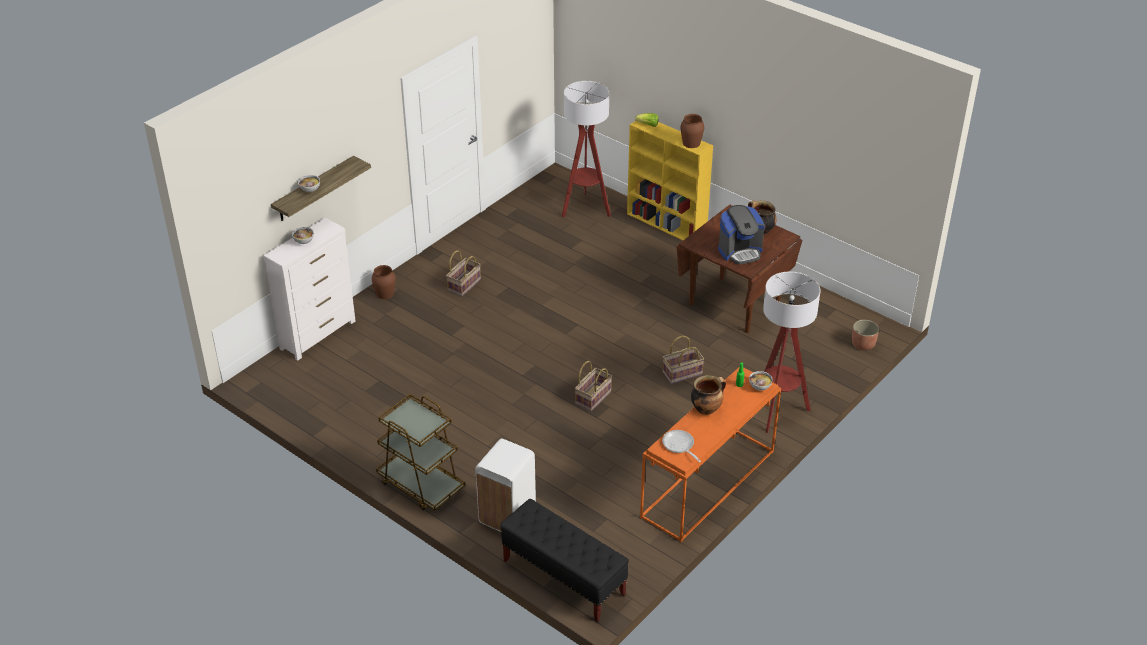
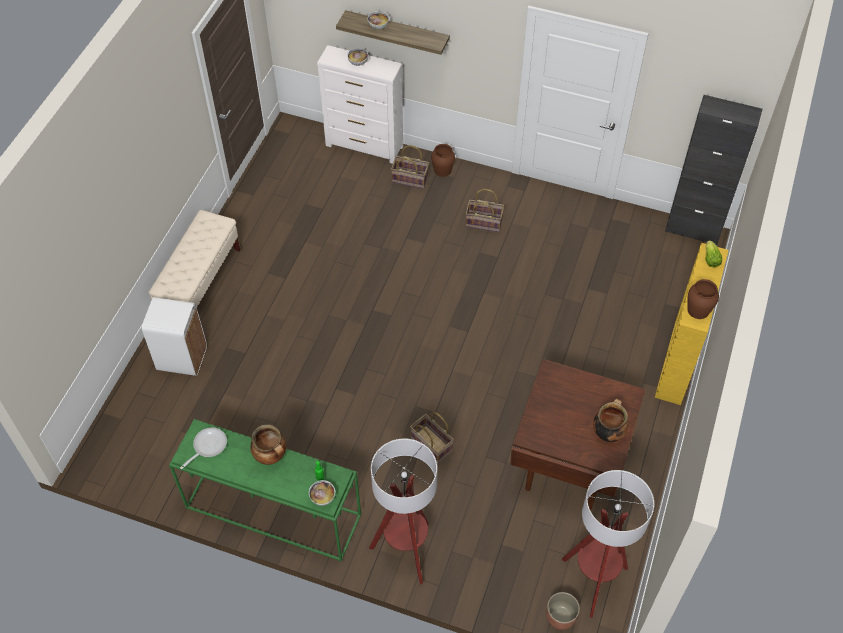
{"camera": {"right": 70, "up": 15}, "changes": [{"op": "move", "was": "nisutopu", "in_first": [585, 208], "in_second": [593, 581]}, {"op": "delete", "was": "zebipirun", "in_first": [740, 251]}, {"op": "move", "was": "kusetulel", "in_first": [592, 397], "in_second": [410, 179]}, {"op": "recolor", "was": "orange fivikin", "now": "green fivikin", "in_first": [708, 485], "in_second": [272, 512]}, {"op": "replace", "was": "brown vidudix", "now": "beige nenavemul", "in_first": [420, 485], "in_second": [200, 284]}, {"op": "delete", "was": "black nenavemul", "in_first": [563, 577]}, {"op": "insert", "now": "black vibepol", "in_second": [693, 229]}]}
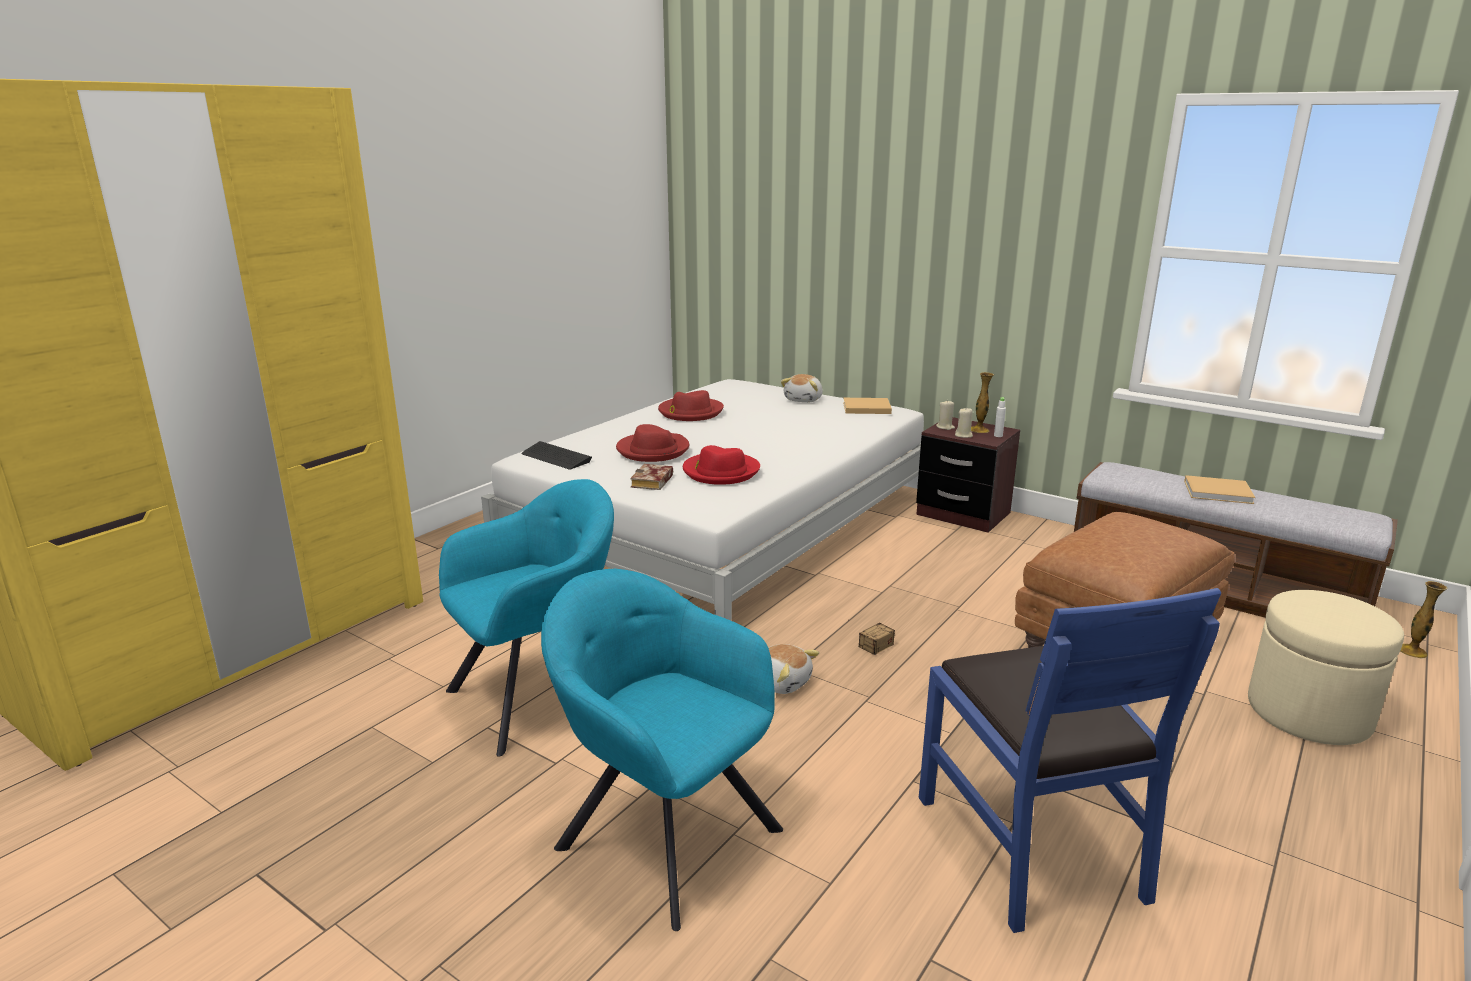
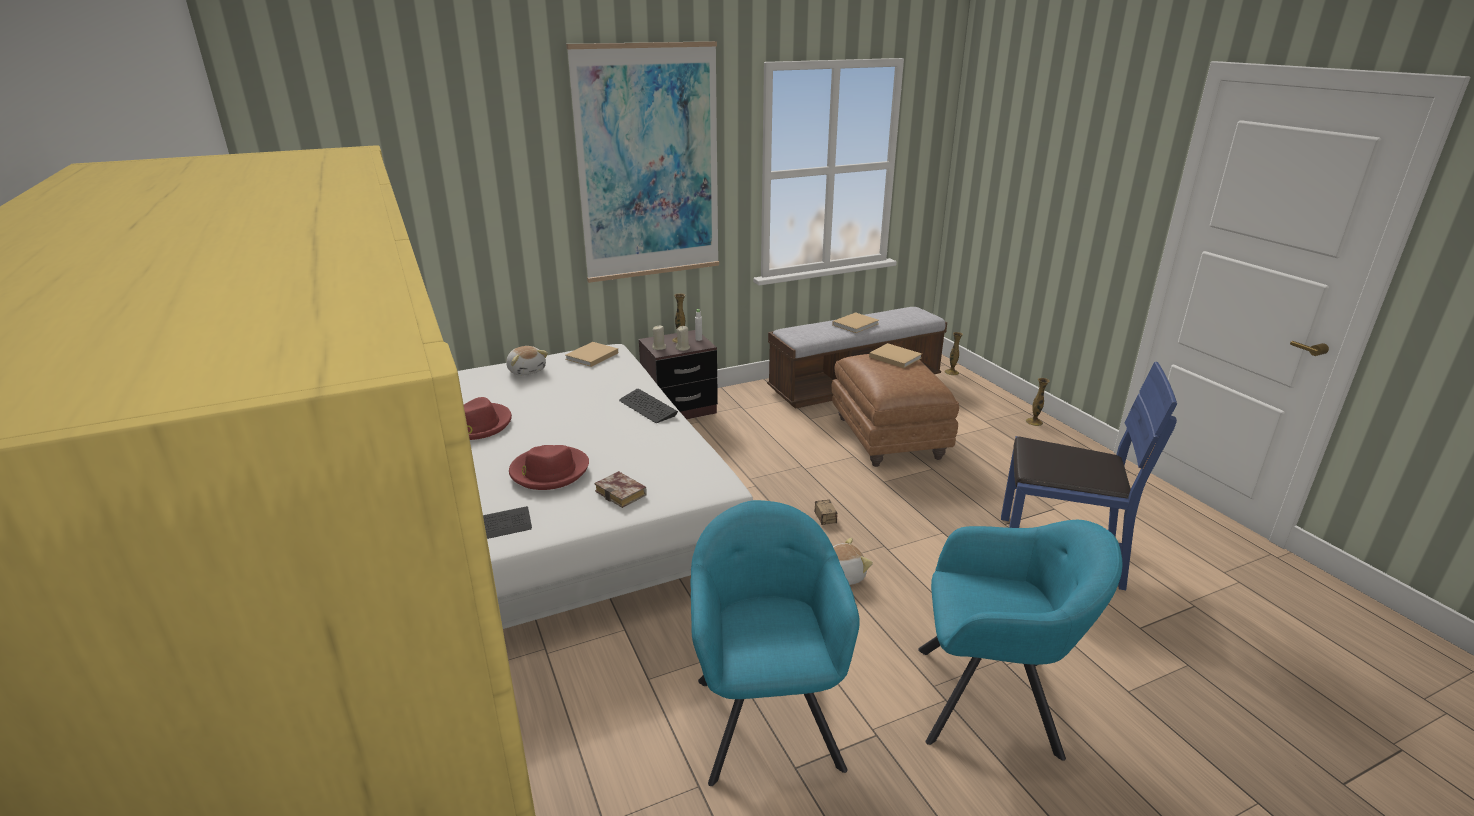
{"camera": {"right": -60, "up": 5}, "changes": [{"op": "delete", "was": "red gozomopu", "in_first": [720, 472]}, {"op": "rotate", "was": "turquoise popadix", "in_first": [662, 834], "in_second": [994, 700], "clockwise": -150}, {"op": "delete", "was": "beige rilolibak", "in_first": [1308, 712]}, {"op": "insert", "now": "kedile", "in_second": [649, 164]}, {"op": "insert", "now": "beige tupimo", "in_second": [894, 357]}, {"op": "insert", "now": "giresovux", "in_second": [1034, 422]}, {"op": "insert", "now": "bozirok", "in_second": [647, 407]}]}
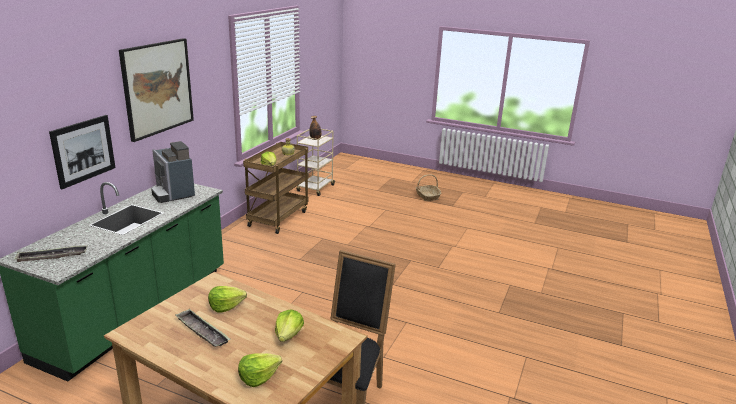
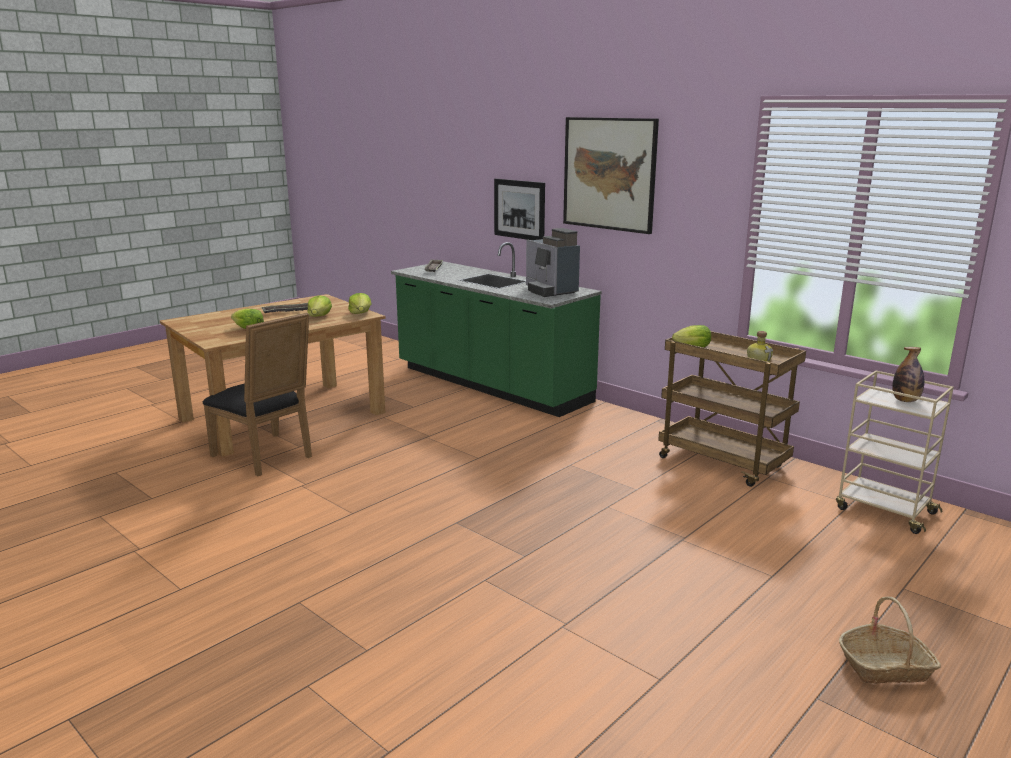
{"camera": {"right": 110, "up": -5}, "changes": [{"op": "rotate", "was": "zebipirun", "in_first": [173, 193], "in_second": [550, 291], "clockwise": -105}, {"op": "move", "was": "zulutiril", "in_first": [258, 377], "in_second": [360, 313]}]}
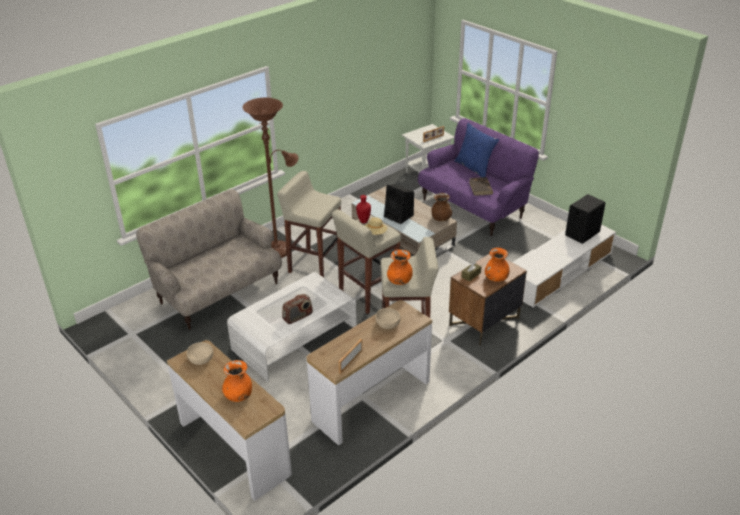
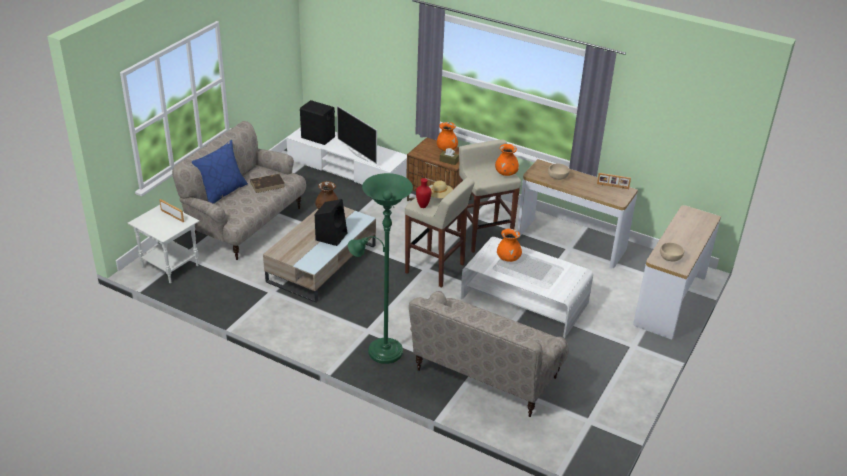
{"camera": {"right": -110, "up": 0}, "changes": [{"op": "recolor", "was": "brown nisutopu", "now": "green nisutopu", "in_first": [280, 249], "in_second": [381, 350]}, {"op": "recolor", "was": "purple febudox", "now": "beige febudox", "in_first": [473, 208], "in_second": [246, 224]}, {"op": "delete", "was": "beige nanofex", "in_first": [314, 265]}, {"op": "delete", "was": "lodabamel", "in_first": [298, 317]}, {"op": "move", "was": "orange giresovux", "in_first": [239, 396], "in_second": [508, 258]}, {"op": "insert", "now": "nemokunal", "in_second": [359, 155]}]}
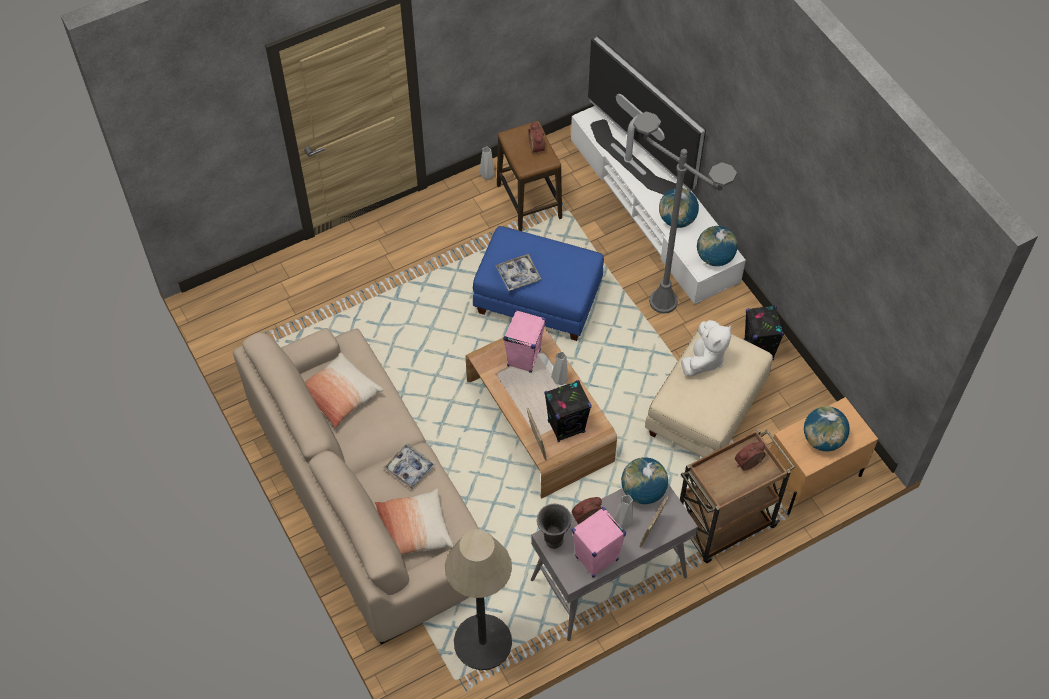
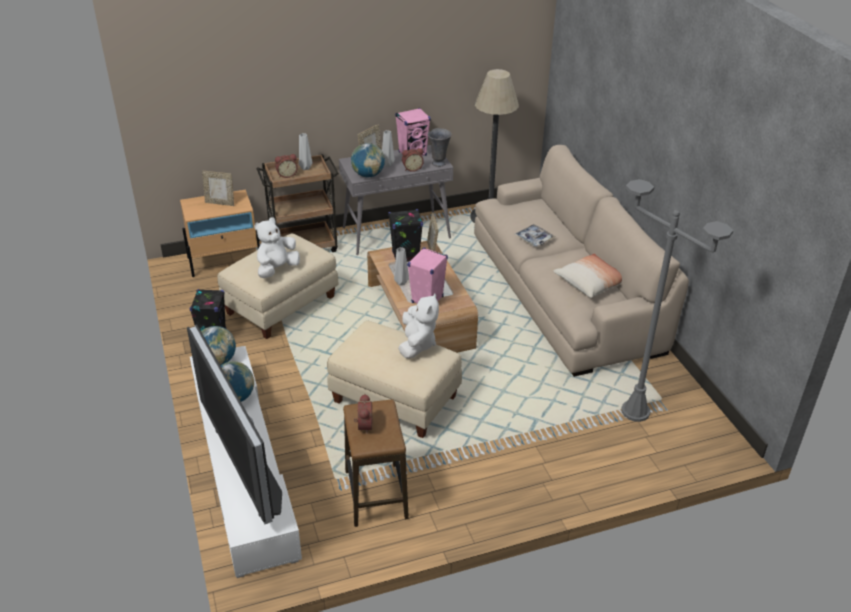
{"camera": {"right": -170, "up": -20}, "changes": [{"op": "move", "was": "grey nisutopu", "in_first": [663, 302], "in_second": [635, 411]}, {"op": "move", "was": "grey giresovux", "in_first": [488, 176], "in_second": [305, 168]}, {"op": "recolor", "was": "blue rilolibak", "now": "beige rilolibak", "in_first": [539, 300], "in_second": [394, 400]}, {"op": "replace", "was": "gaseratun", "now": "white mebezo", "in_first": [518, 275], "in_second": [417, 344]}, {"op": "replace", "was": "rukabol", "now": "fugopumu", "in_first": [822, 440], "in_second": [220, 203]}, {"op": "delete", "was": "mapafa", "in_first": [414, 530]}]}
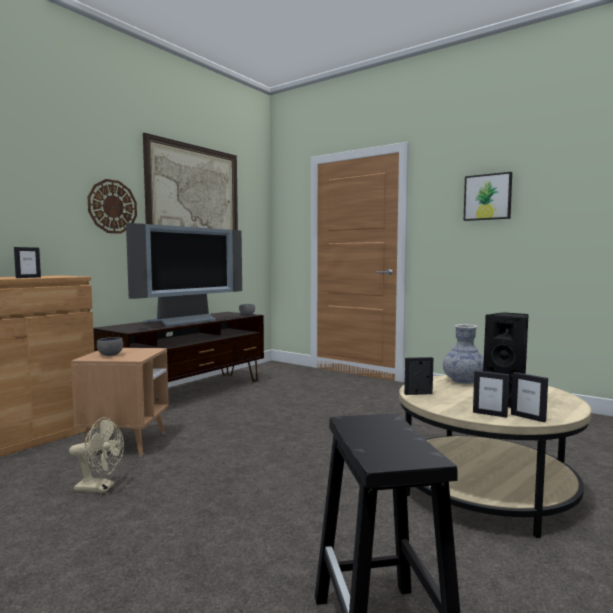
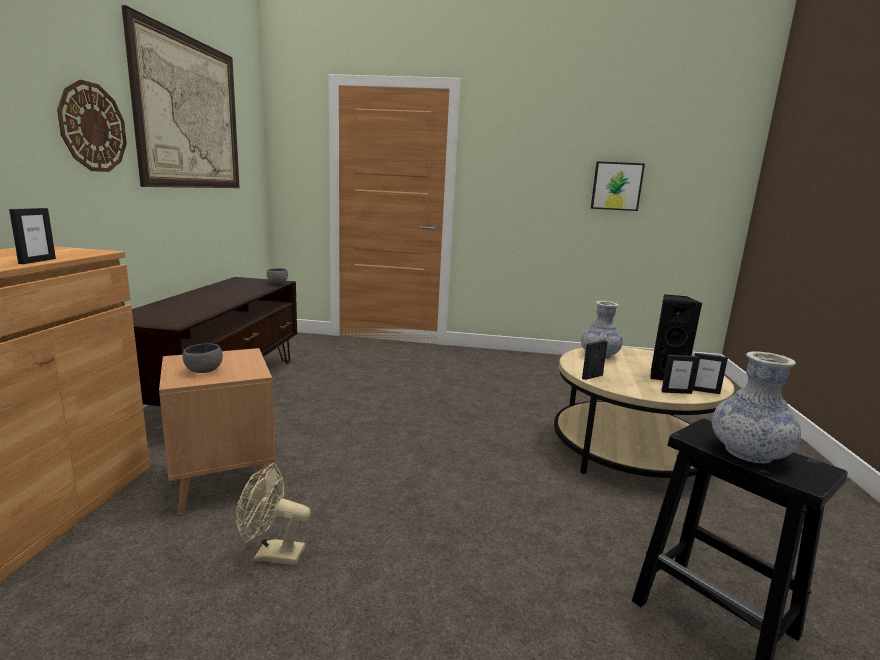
{"camera": {"right": -30, "up": 10}, "changes": [{"op": "move", "was": "kedile", "in_first": [487, 197], "in_second": [616, 186]}, {"op": "delete", "was": "nemokunal", "in_first": [183, 321]}, {"op": "rotate", "was": "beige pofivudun", "in_first": [100, 488], "in_second": [271, 554], "clockwise": -150}, {"op": "insert", "now": "giresovux", "in_second": [748, 453]}]}
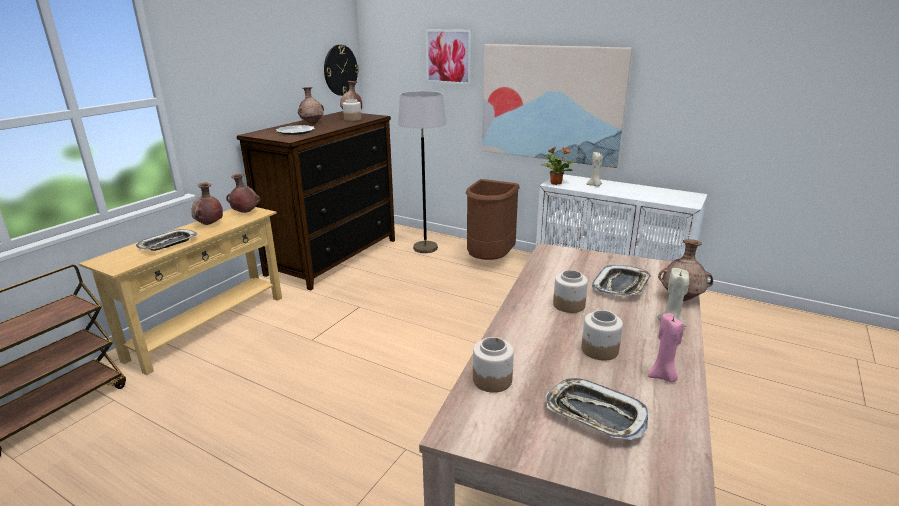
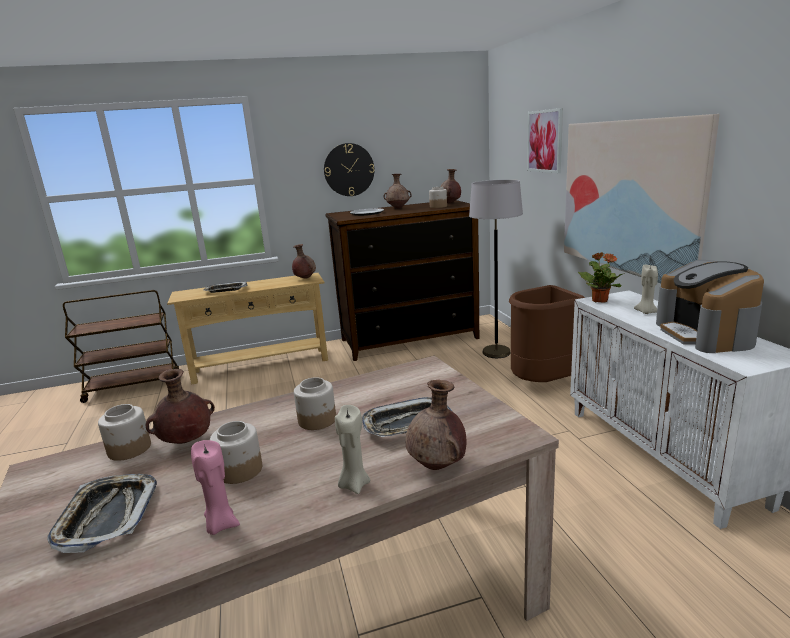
{"camera": {"right": 45, "up": -5}, "changes": [{"op": "move", "was": "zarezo", "in_first": [340, 70], "in_second": [349, 170]}, {"op": "move", "was": "brown giresovux", "in_first": [209, 224], "in_second": [186, 442]}, {"op": "insert", "now": "zebipirun", "in_second": [705, 334]}]}
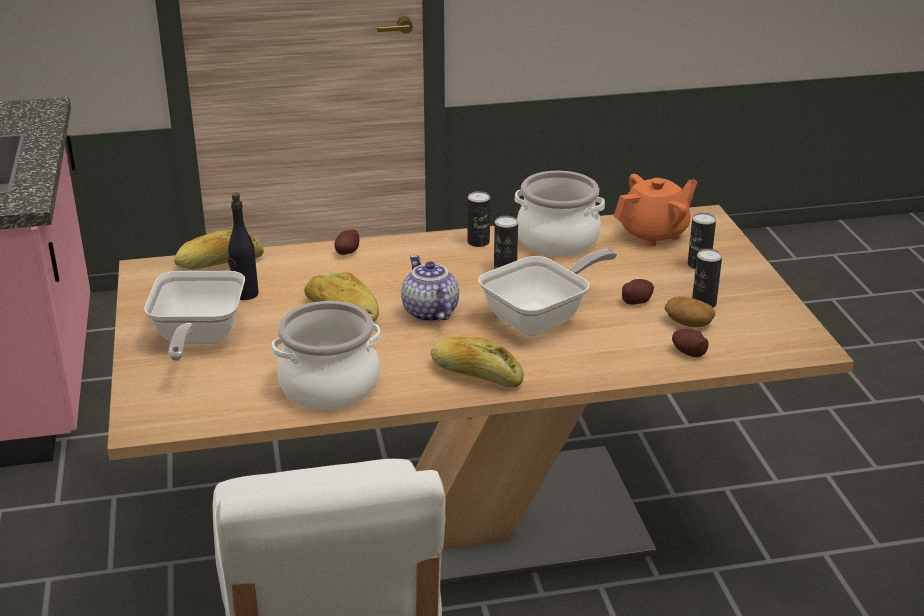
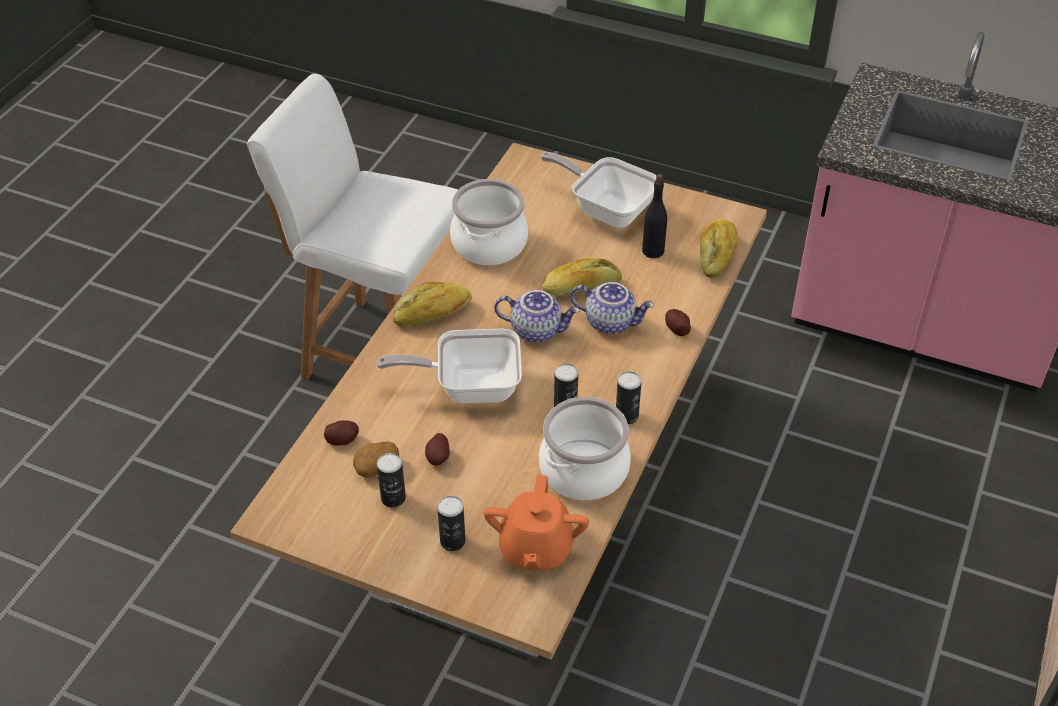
{"camera": {"right": 125, "up": 15}, "changes": [{"op": "rotate", "was": "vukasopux", "in_first": [542, 318], "in_second": [469, 386], "clockwise": 90}, {"op": "insert", "now": "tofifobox", "in_second": [611, 322]}]}
